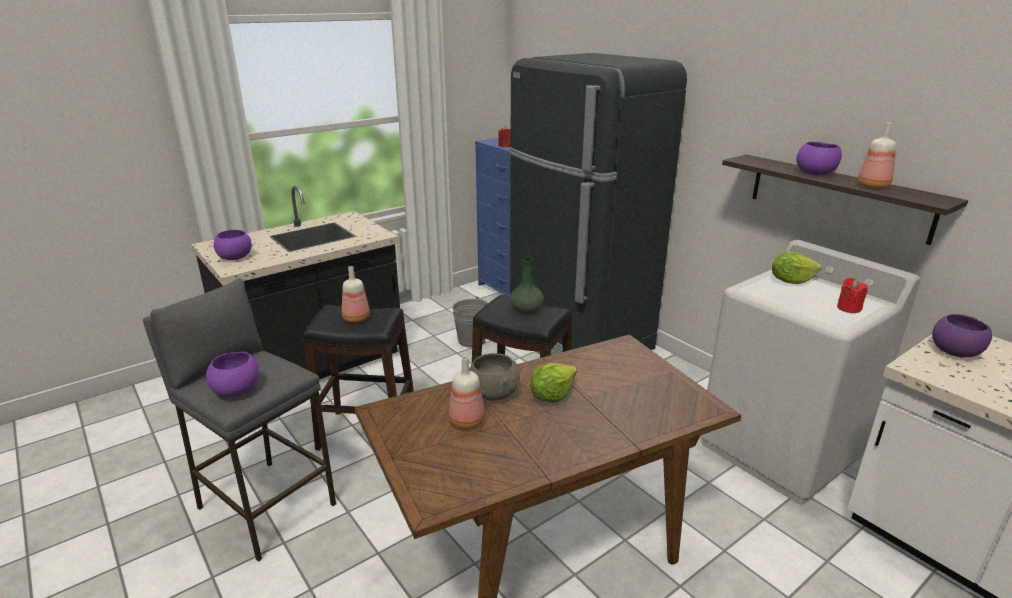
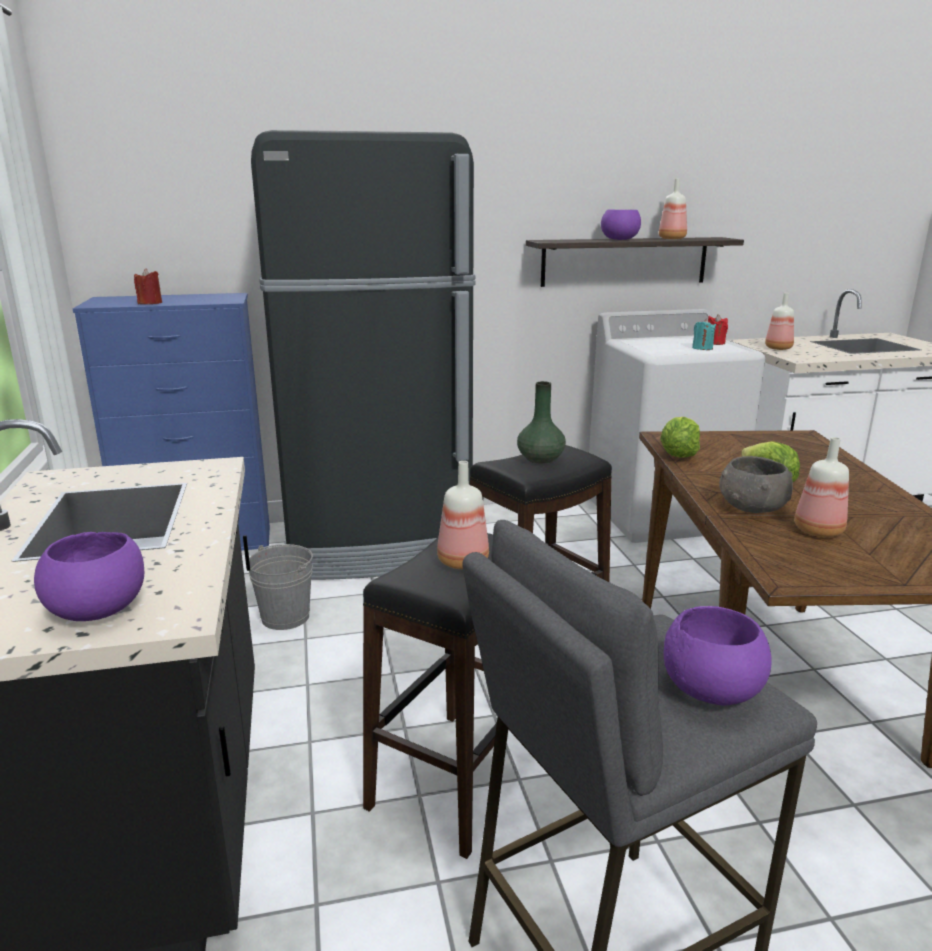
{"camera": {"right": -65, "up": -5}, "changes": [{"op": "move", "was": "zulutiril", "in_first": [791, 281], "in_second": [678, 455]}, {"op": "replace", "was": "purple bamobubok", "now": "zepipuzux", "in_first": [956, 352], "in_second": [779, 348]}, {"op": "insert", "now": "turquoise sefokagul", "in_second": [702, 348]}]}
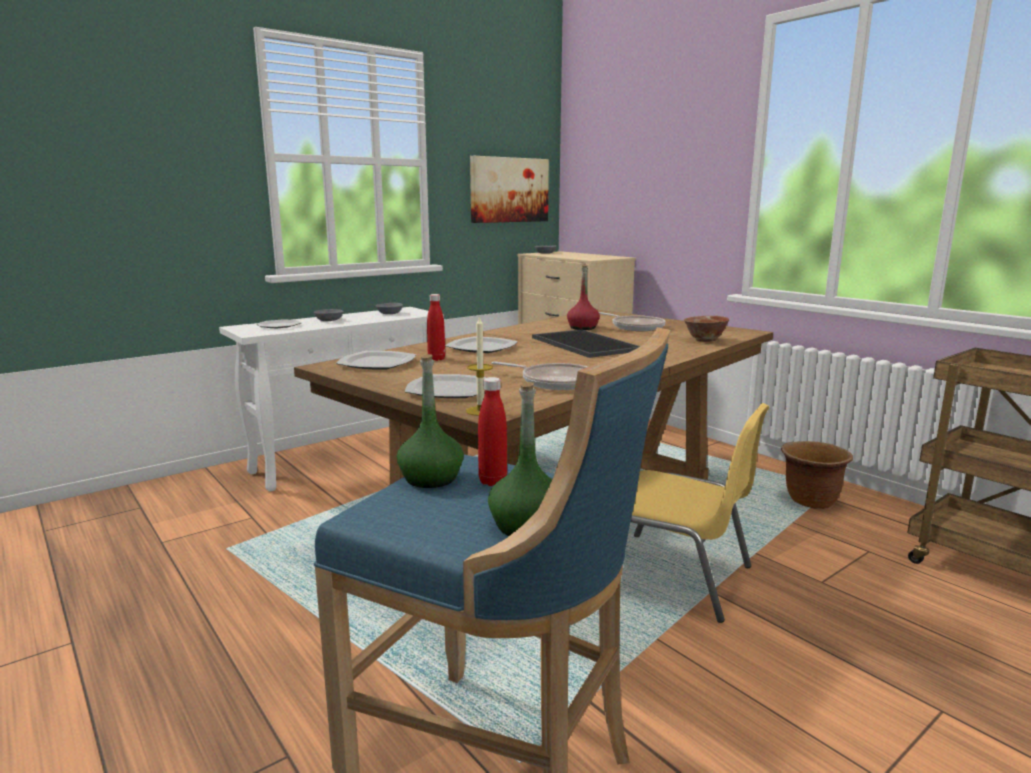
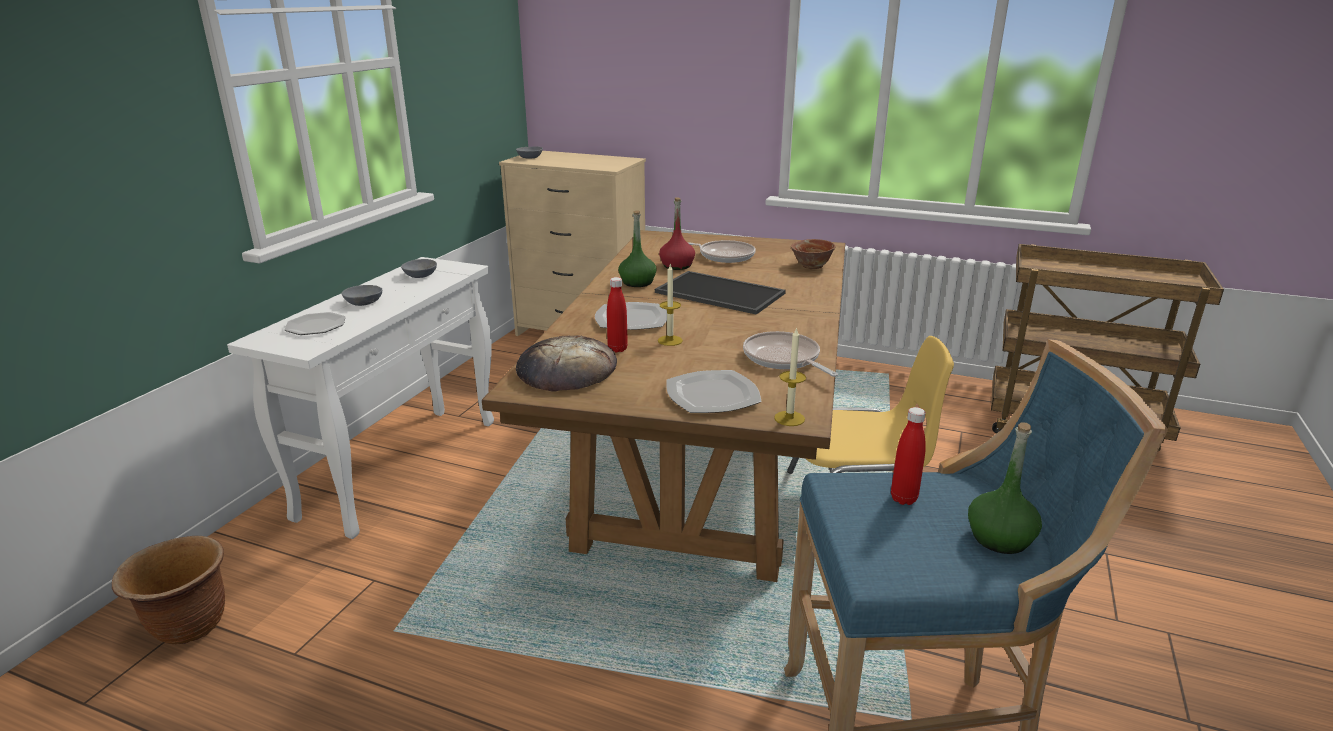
{"camera": {"right": -30, "up": 10}, "changes": [{"op": "delete", "was": "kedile", "in_first": [509, 190]}, {"op": "replace", "was": "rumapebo", "now": "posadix", "in_first": [376, 363], "in_second": [566, 370]}, {"op": "move", "was": "green zepipuzux", "in_first": [431, 478], "in_second": [637, 282]}, {"op": "rotate", "was": "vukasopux", "in_first": [554, 382], "in_second": [784, 359], "clockwise": -120}, {"op": "move", "was": "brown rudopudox", "in_first": [810, 501], "in_second": [189, 626]}, {"op": "insert", "now": "sefokagul", "in_second": [670, 340]}]}
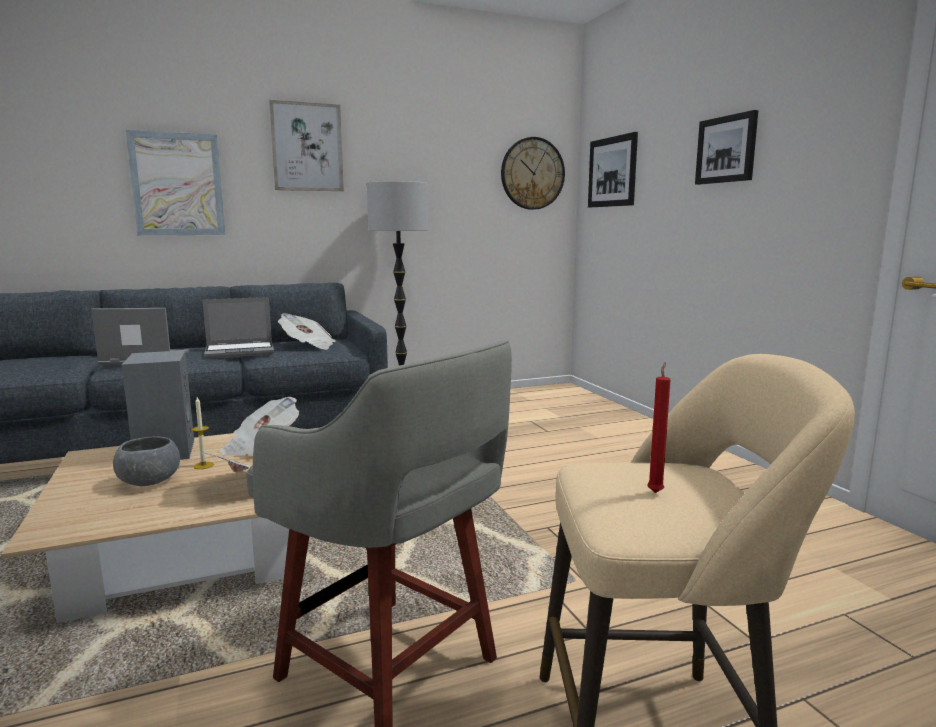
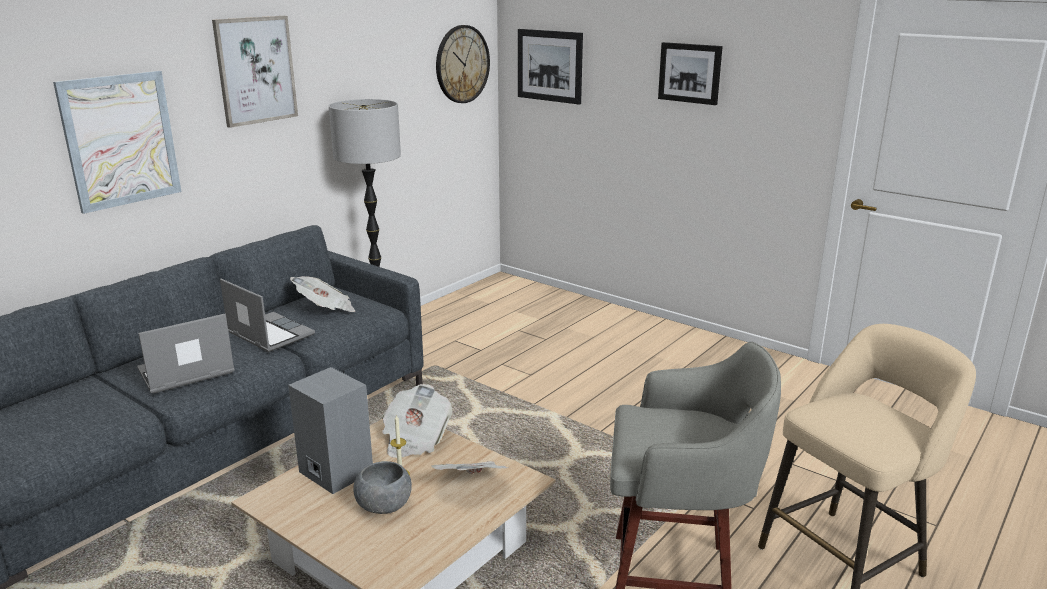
{"camera": {"right": -30, "up": 10}, "changes": [{"op": "rotate", "was": "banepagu", "in_first": [241, 351], "in_second": [269, 334], "clockwise": -90}, {"op": "delete", "was": "red sefokagul", "in_first": [655, 492]}]}
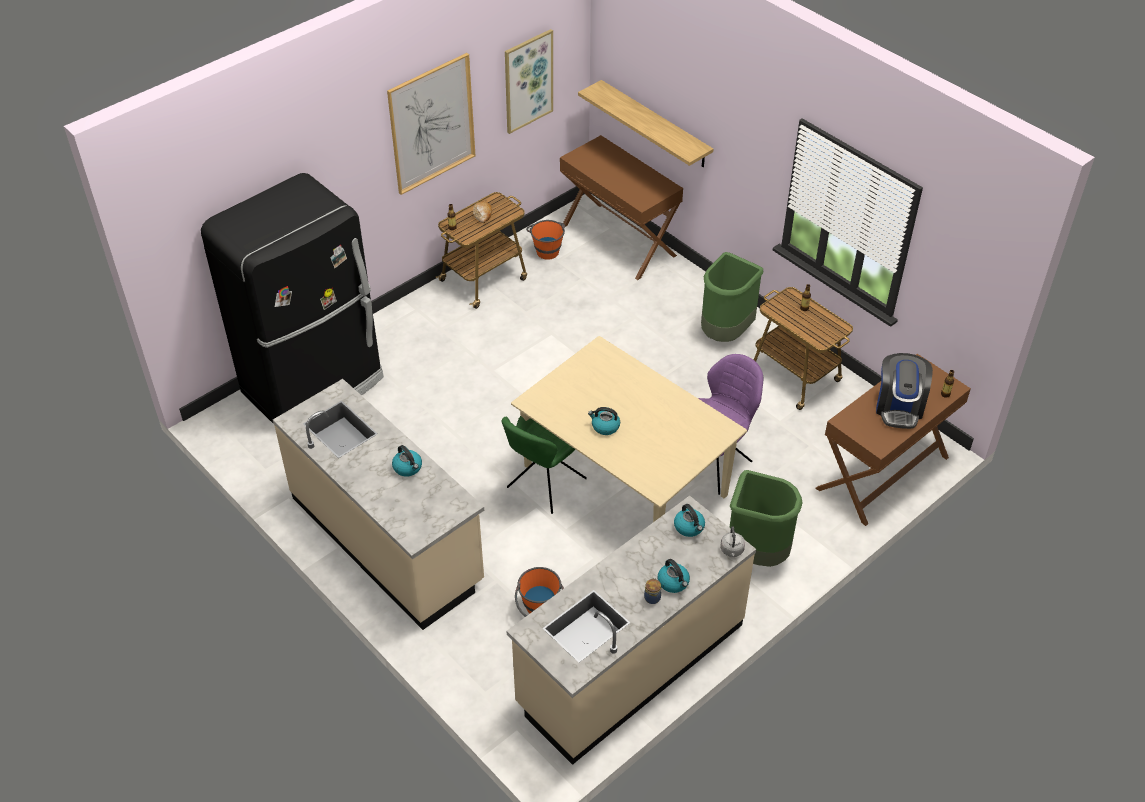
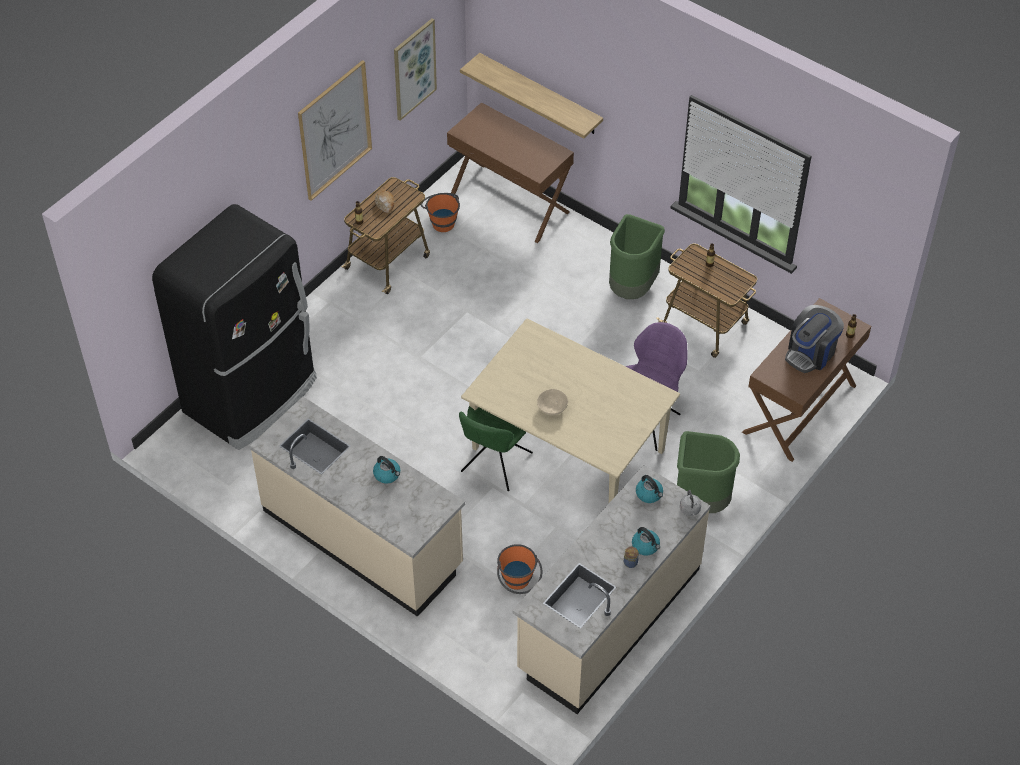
{"camera": {"right": -10, "up": 5}, "changes": [{"op": "rotate", "was": "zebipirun", "in_first": [899, 407], "in_second": [811, 353], "clockwise": 45}, {"op": "replace", "was": "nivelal", "now": "beige bamobubok", "in_first": [605, 426], "in_second": [552, 408]}]}
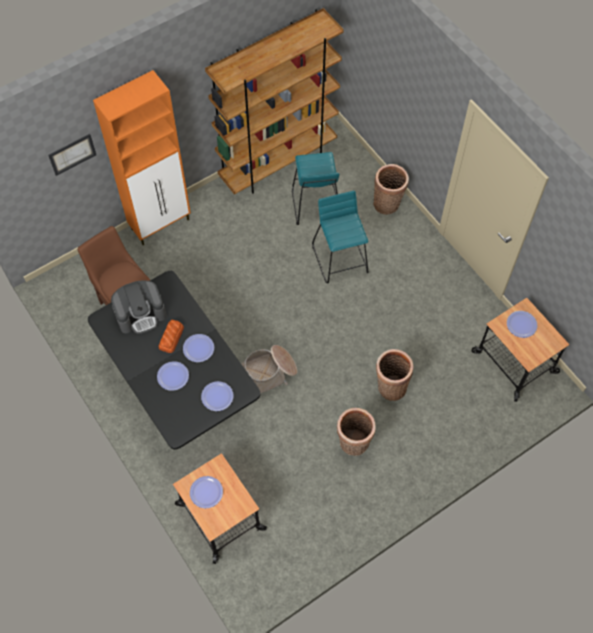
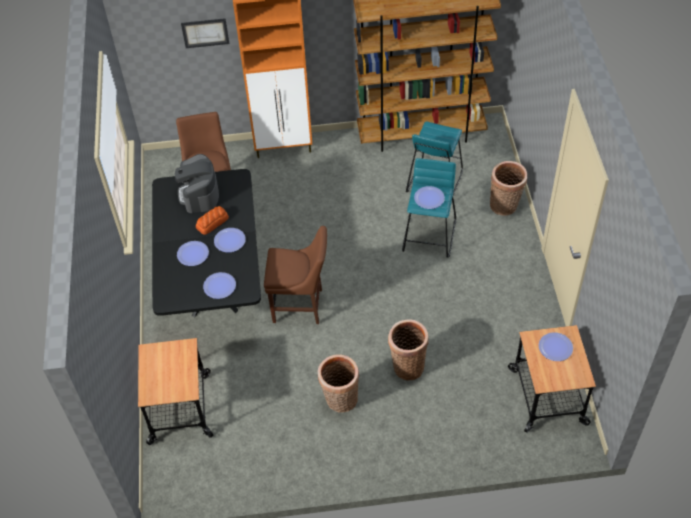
{"camera": {"right": 30, "up": -10}, "changes": [{"op": "rotate", "was": "zebipirun", "in_first": [141, 314], "in_second": [199, 194], "clockwise": 75}, {"op": "replace", "was": "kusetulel", "now": "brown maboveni", "in_first": [269, 373], "in_second": [301, 306]}, {"op": "move", "was": "rumapebo", "in_first": [206, 492], "in_second": [429, 198]}]}
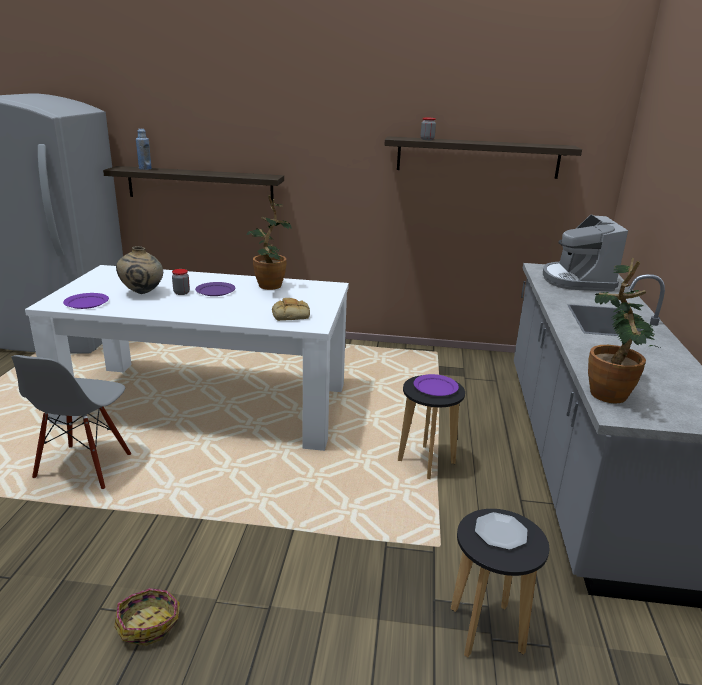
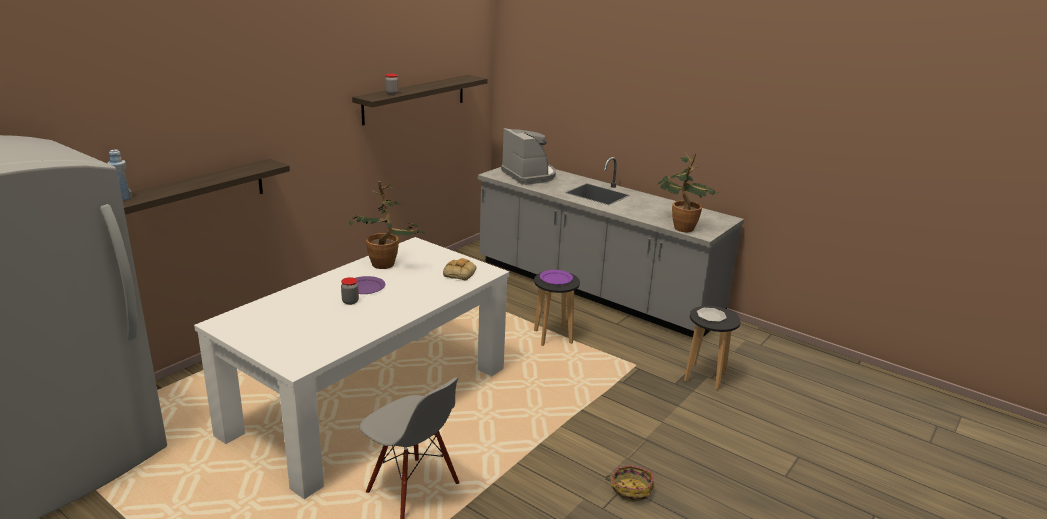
{"camera": {"right": -60, "up": 0}, "changes": [{"op": "rotate", "was": "zebipirun", "in_first": [577, 280], "in_second": [529, 175], "clockwise": -150}, {"op": "delete", "was": "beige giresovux", "in_first": [142, 293]}, {"op": "delete", "was": "purple rumapebo", "in_first": [86, 303]}]}
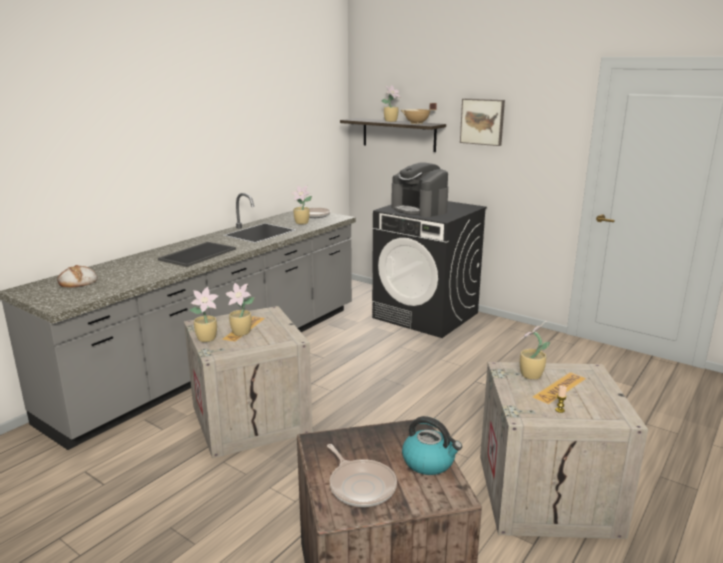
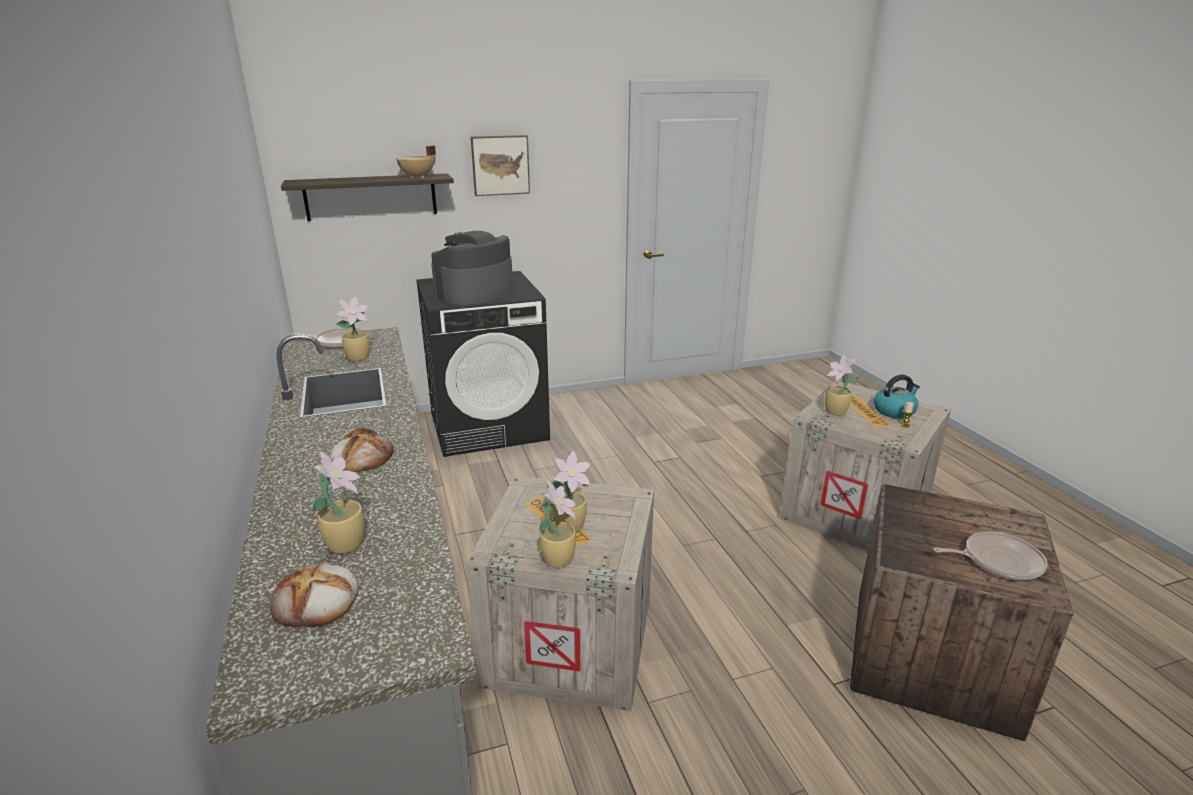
{"camera": {"right": -55, "up": 5}, "changes": [{"op": "move", "was": "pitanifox", "in_first": [391, 121], "in_second": [347, 543]}, {"op": "rotate", "was": "zebipirun", "in_first": [419, 210], "in_second": [474, 293], "clockwise": 135}, {"op": "replace", "was": "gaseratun", "now": "posadix", "in_first": [197, 254], "in_second": [362, 456]}, {"op": "move", "was": "nivelal", "in_first": [429, 462], "in_second": [894, 411]}]}
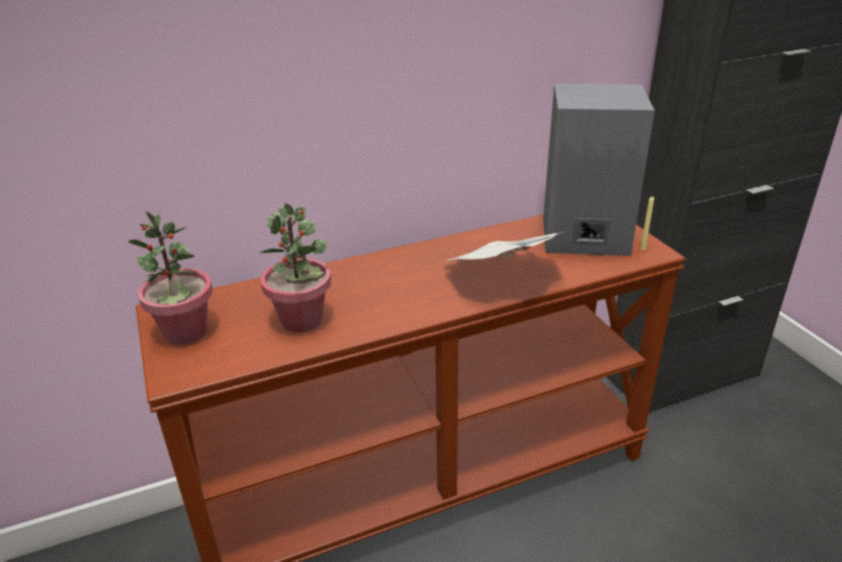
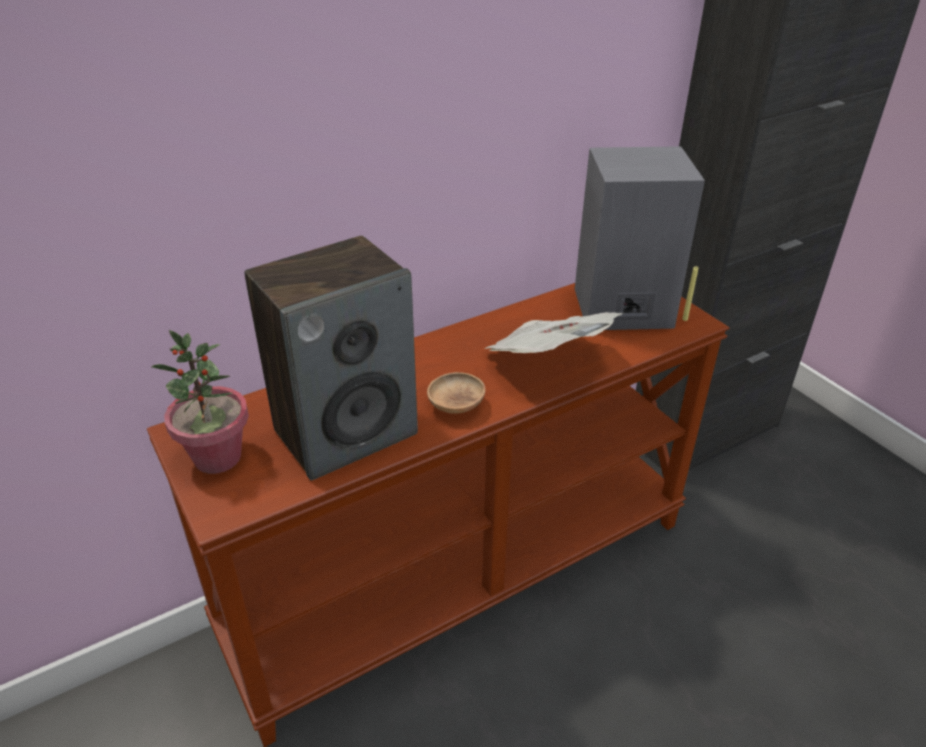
{"camera": {"right": -10, "up": 5}, "changes": [{"op": "replace", "was": "pitanifox", "now": "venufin", "in_first": [302, 320], "in_second": [346, 431]}, {"op": "insert", "now": "brown bamobubok", "in_second": [456, 406]}]}
